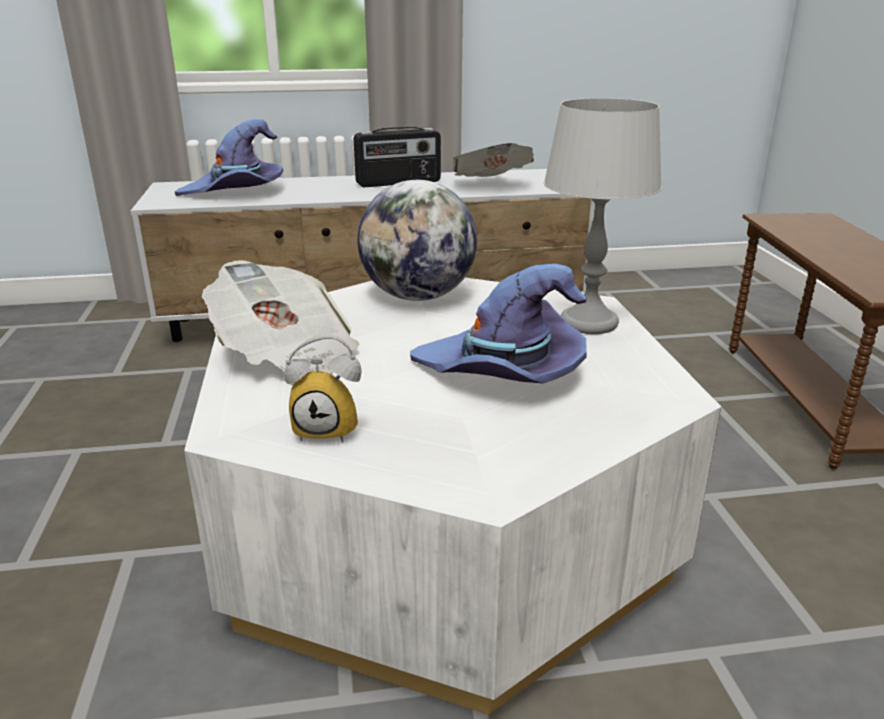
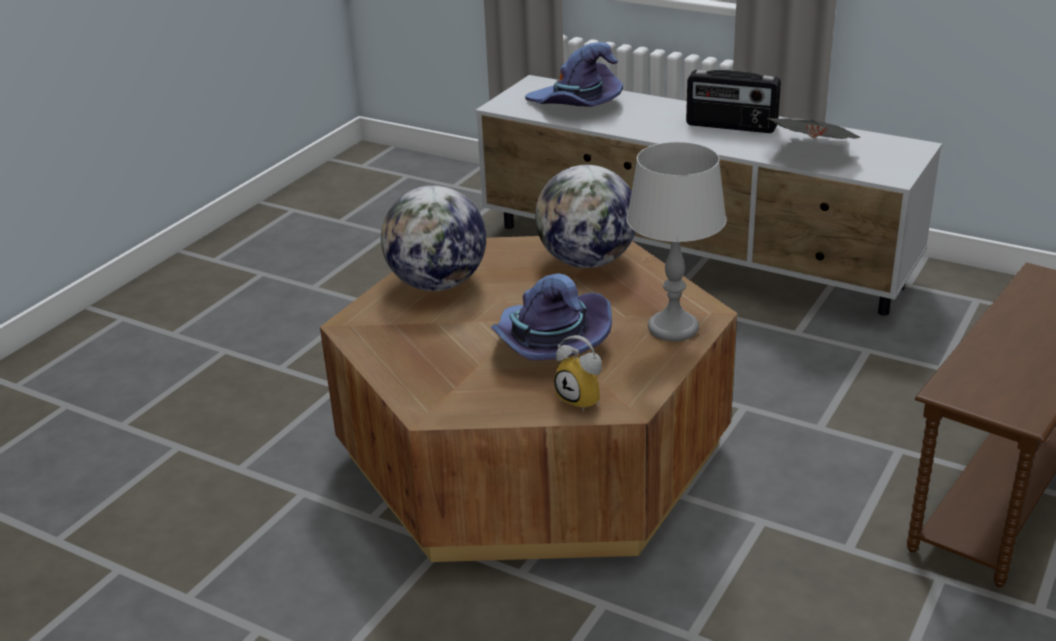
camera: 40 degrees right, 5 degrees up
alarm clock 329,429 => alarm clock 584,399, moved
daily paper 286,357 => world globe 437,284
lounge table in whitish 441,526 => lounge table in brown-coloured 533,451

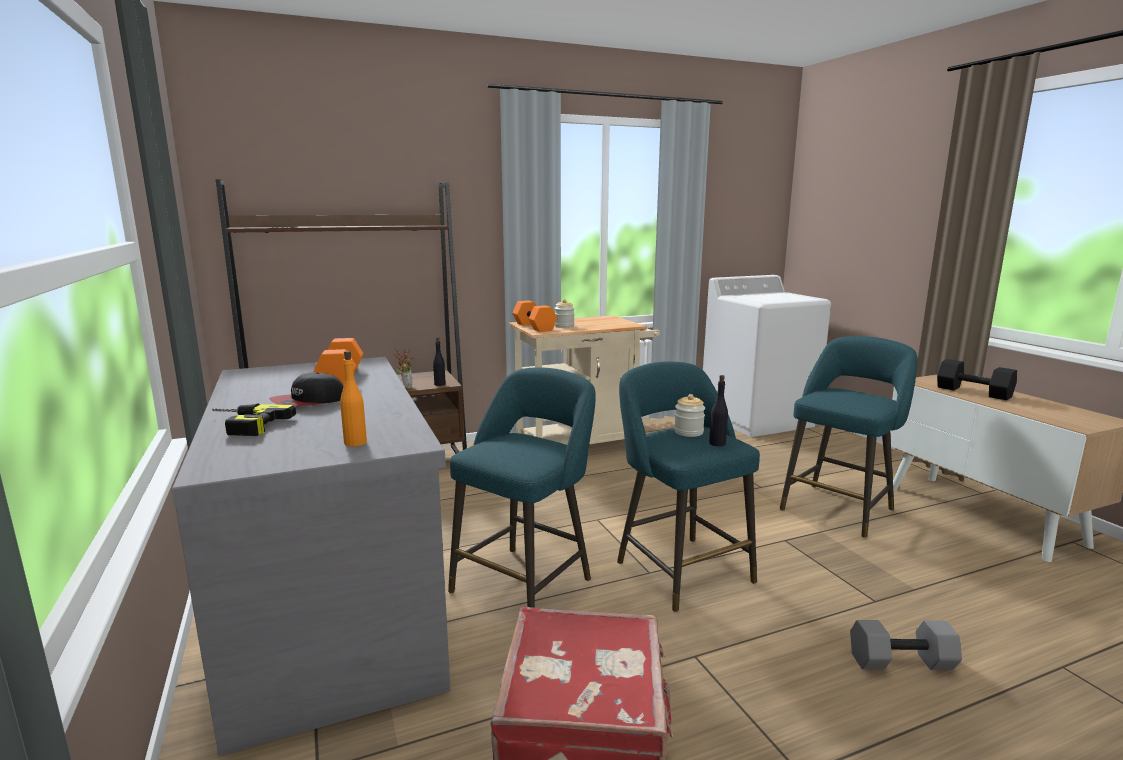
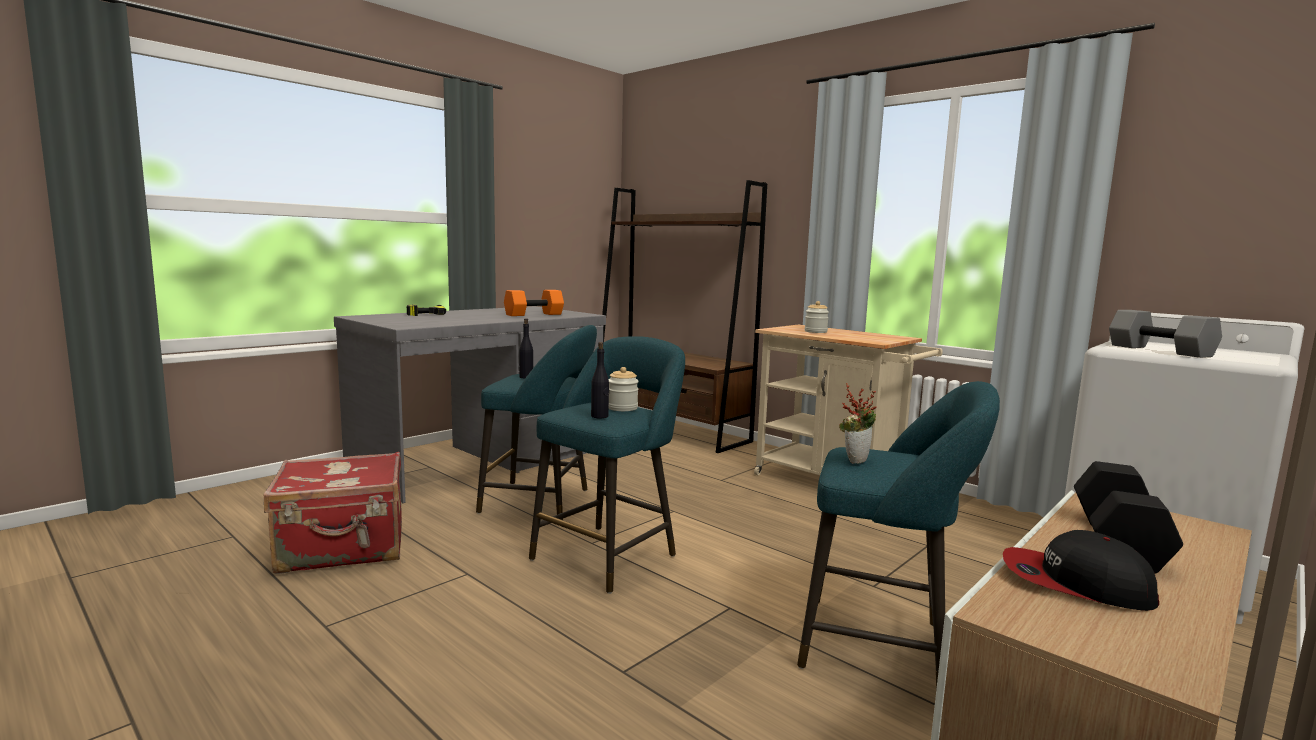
camera: 65 degrees right, 5 degrees down
beverage bottle in orange-coloured 355,442 => nothing
dumbbell in orange-coloured 533,327 => nothing
peaked cap 309,402 => peaked cap 1074,583, moved
houseplant 405,387 => houseplant 855,459, moved
beverage bottle in black 439,384 => beverage bottle in black 526,377, moved
dumbbell in grey 901,663 => dumbbell in grey 1158,350, moved

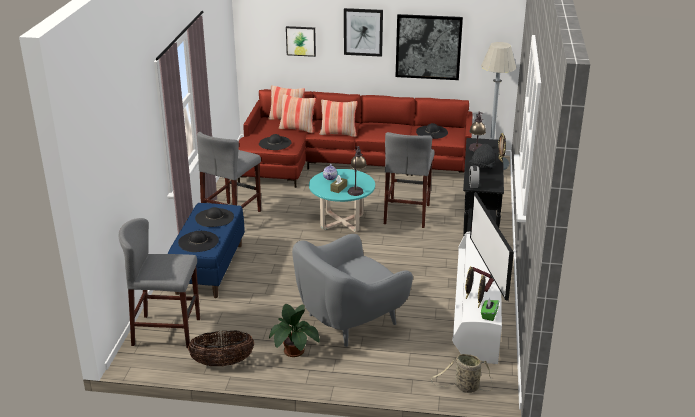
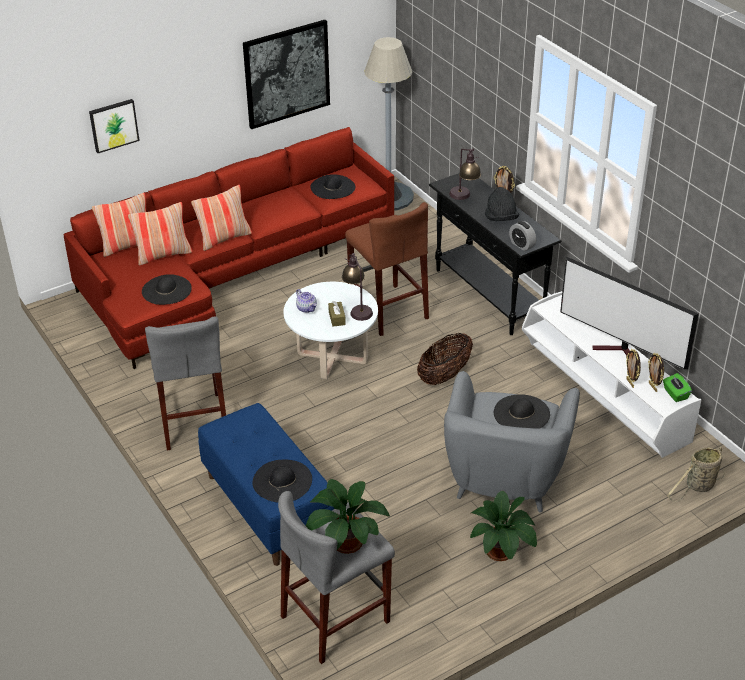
camera: 40 degrees left, 10 degrees up
wall picture 363,32 => nothing
nothing => houseplant 344,542
storage basket 222,363 => storage basket 444,375, moved
wearable hat in black 214,217 => wearable hat in black 521,413, moved
lounge table in turquoise-coloured 342,222 => lounge table in whitish 332,357
stool in grey 407,214 => stool in brown-coloured 388,309

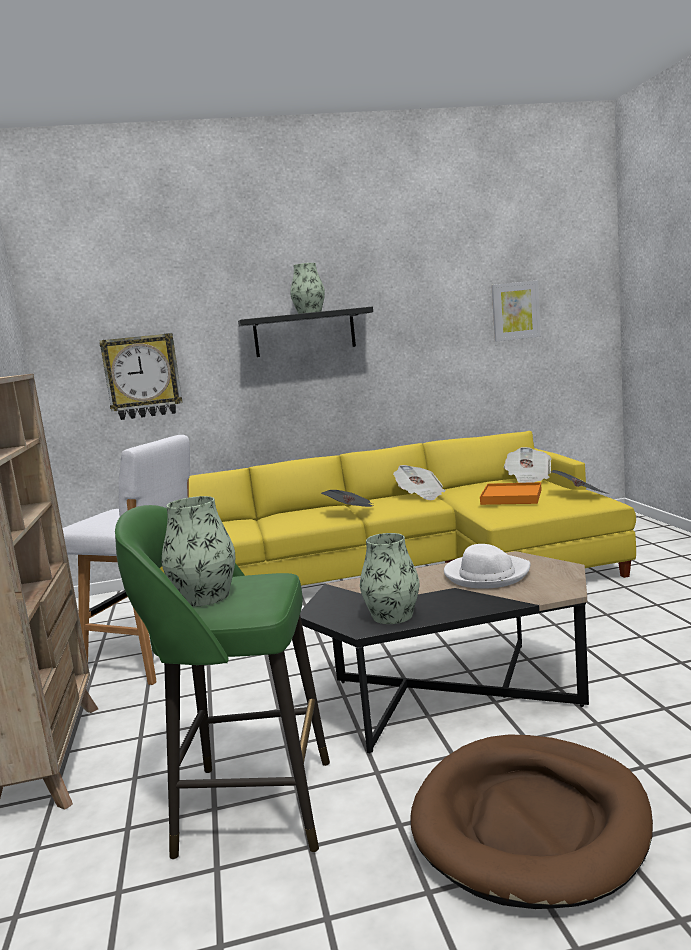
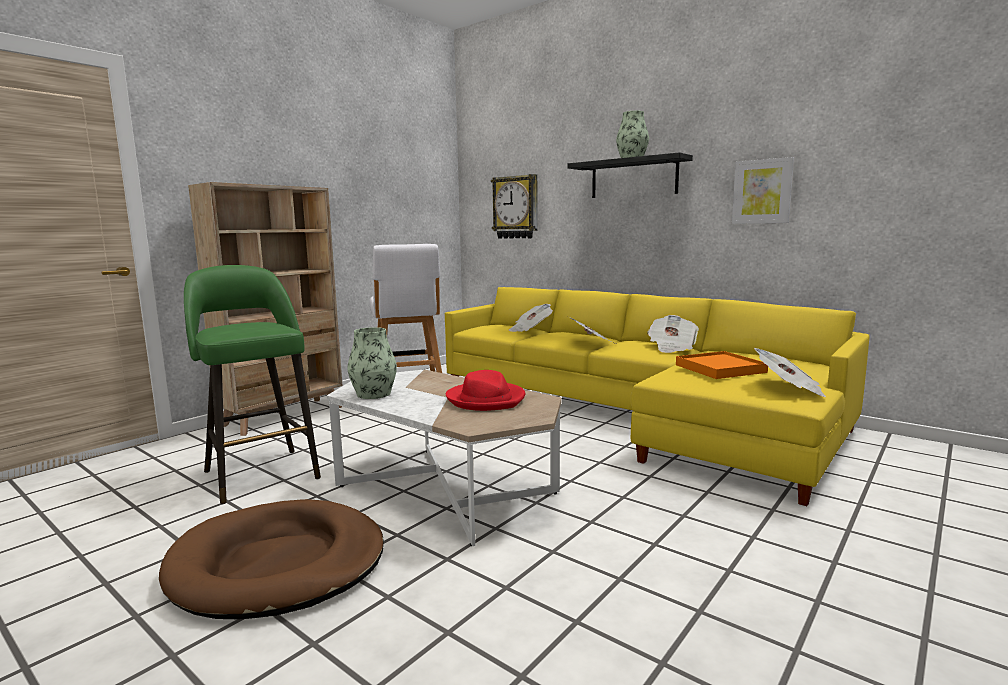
camera: 50 degrees right, 0 degrees up
vase 204,597 => nothing
wall picture 515,311 => wall picture 762,191, moved
daily paper 528,479 => daily paper 530,330, moved
lounge table in black 453,693 => lounge table in whitish 446,490
wearable hat in whitish 486,574 => wearable hat in red-coloured 486,399

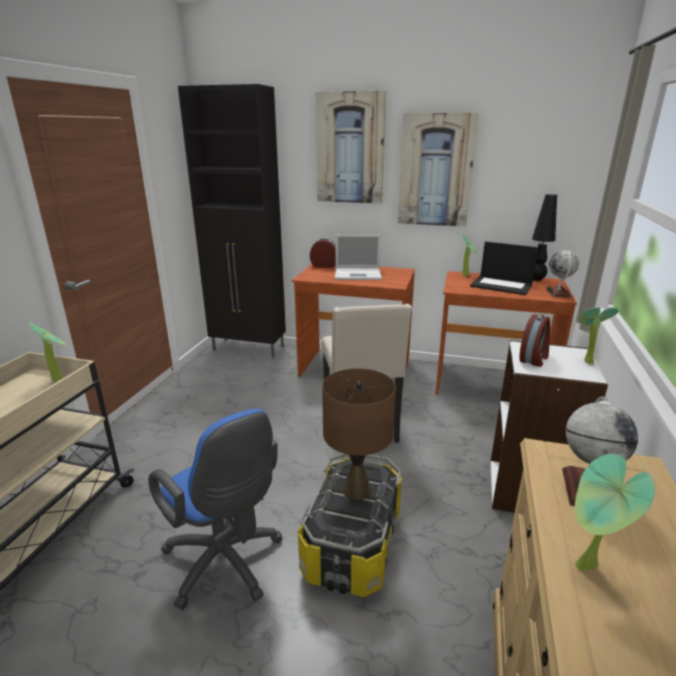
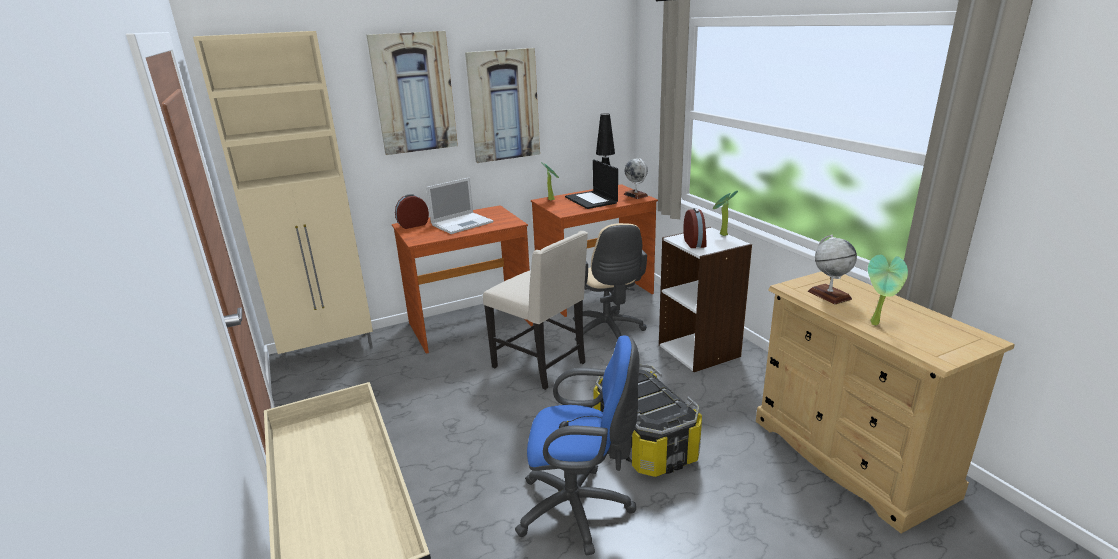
camera: 40 degrees left, 0 degrees up
houseplant 59,378 => nothing
lamp for a table in brown-coloured 357,489 => nothing
nothing => office chair in sand-coloured 608,332
cabinet in black 249,348 => cabinet in sand-coloured 330,351
portable computer 502,285 => portable computer 592,200, 75 degrees clockwise

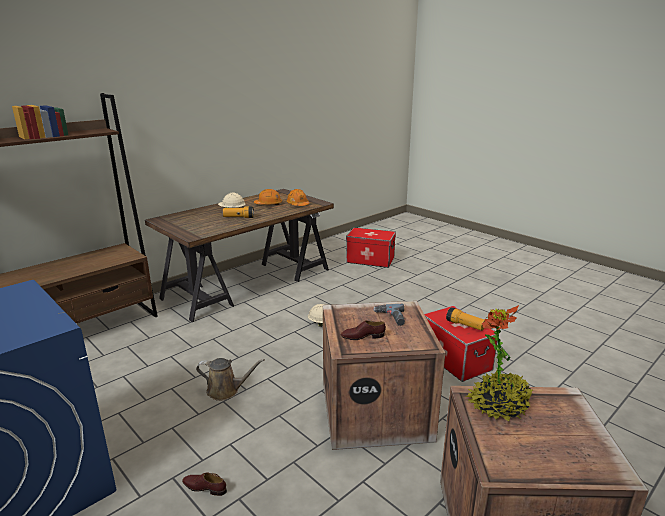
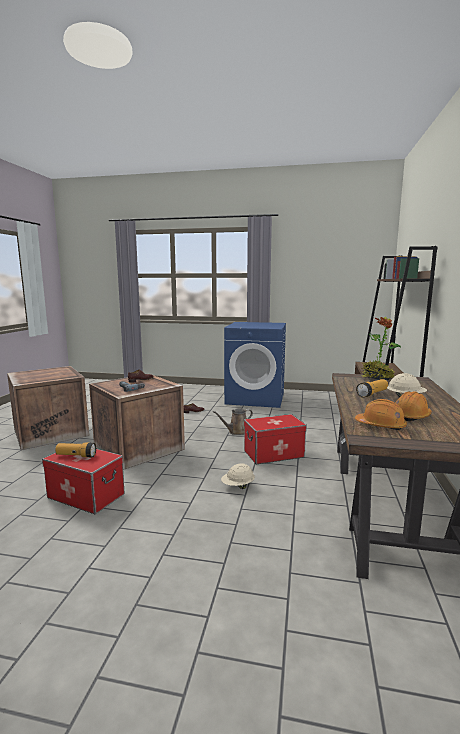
camera: 145 degrees right, 10 degrees down
storage box 370,260 => storage box 273,454, moved
houseplant 498,405 => houseplant 377,378, moved

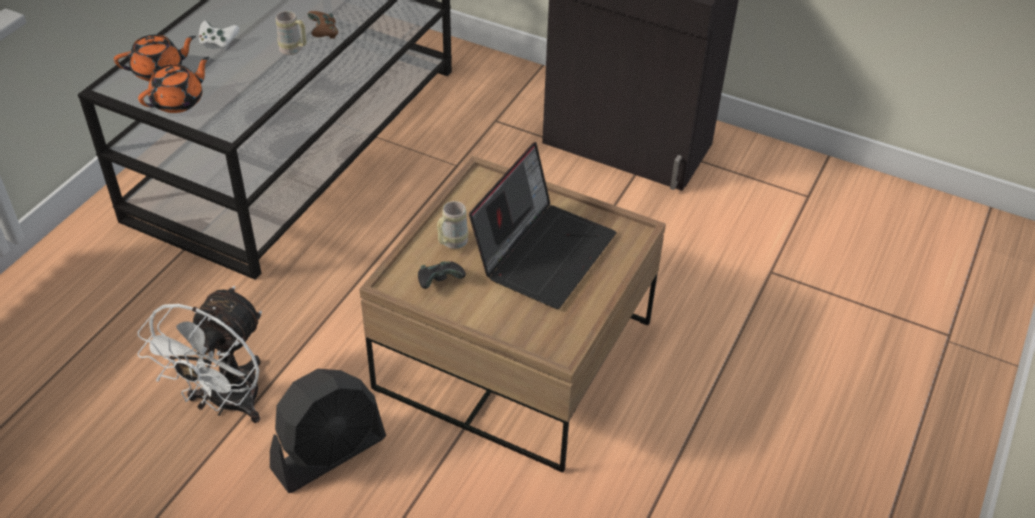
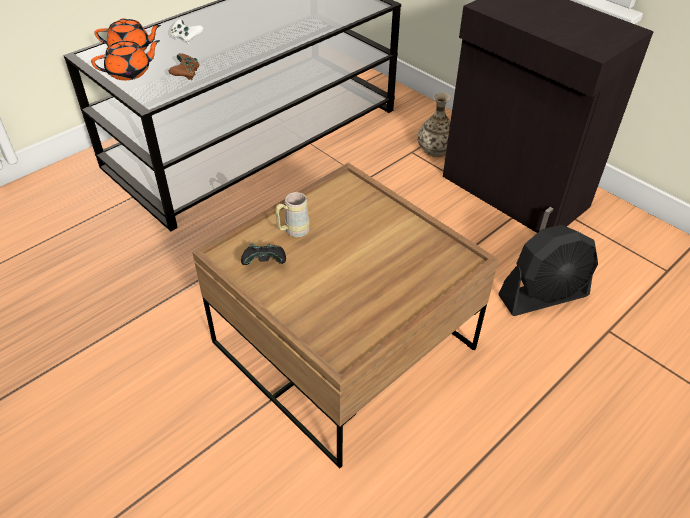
camera: 20 degrees right, 0 degrees up
cooling fan in whitish 227,404 => nothing
tea mug in sand-coloured 294,50 => nothing
portable computer 543,252 => nothing
nothing => vase 435,148
cooling fan in black 329,453 => cooling fan in black 543,296, moved
gamepad in brown-coloured 324,33 => gamepad in brown-coloured 186,75, moved

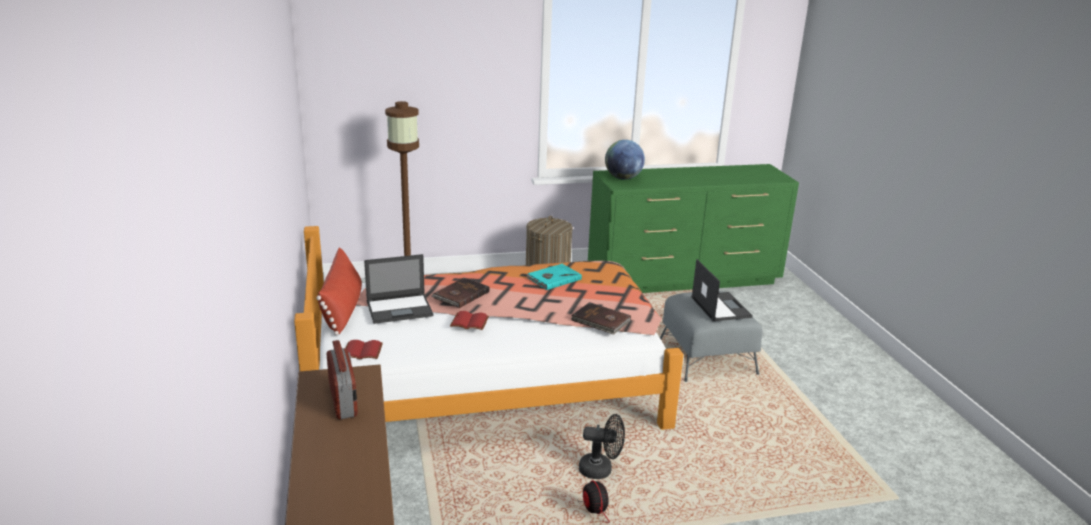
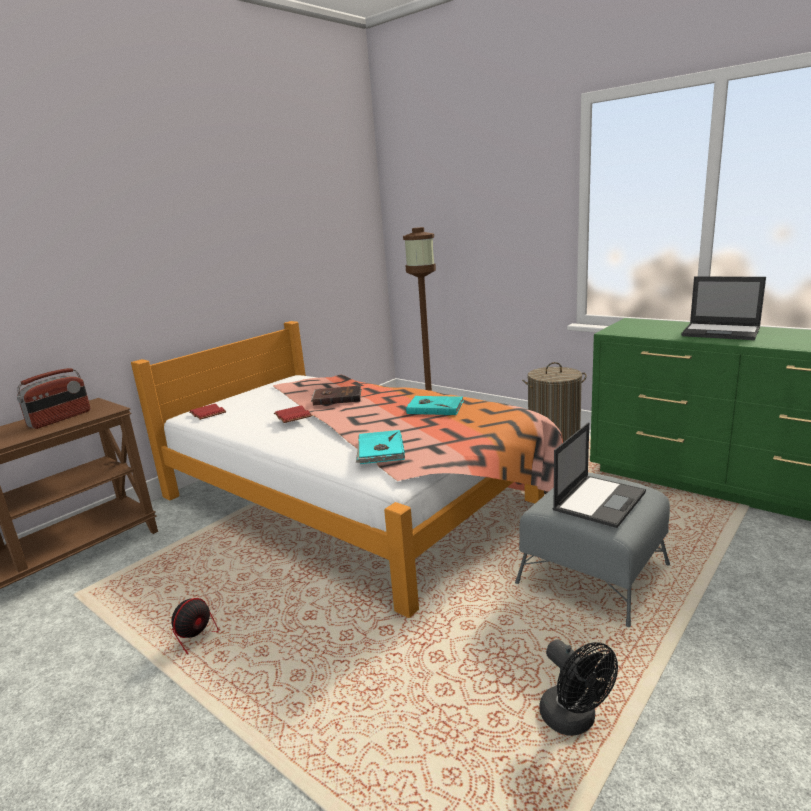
camera: 55 degrees right, 5 degrees down
cushion in red-coloured 342,310 => nothing
world globe 623,178 => nothing
portable computer 400,309 => portable computer 721,332, moved
cooling fan in black 601,470 => cooling fan in black 574,721, moved
volume in brown-coloured 601,321 => volume in turquoise-coloured 379,450

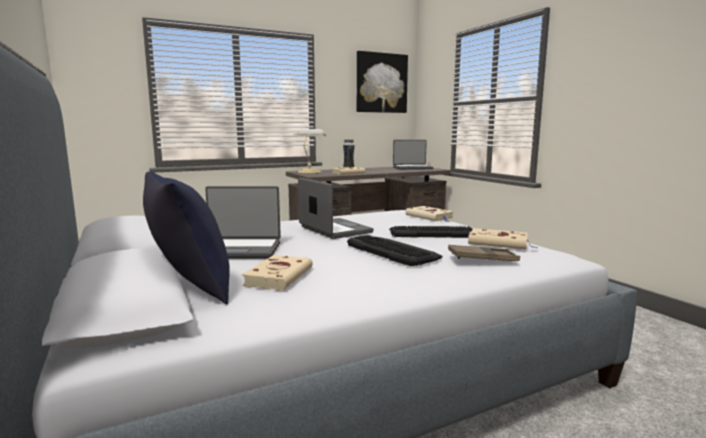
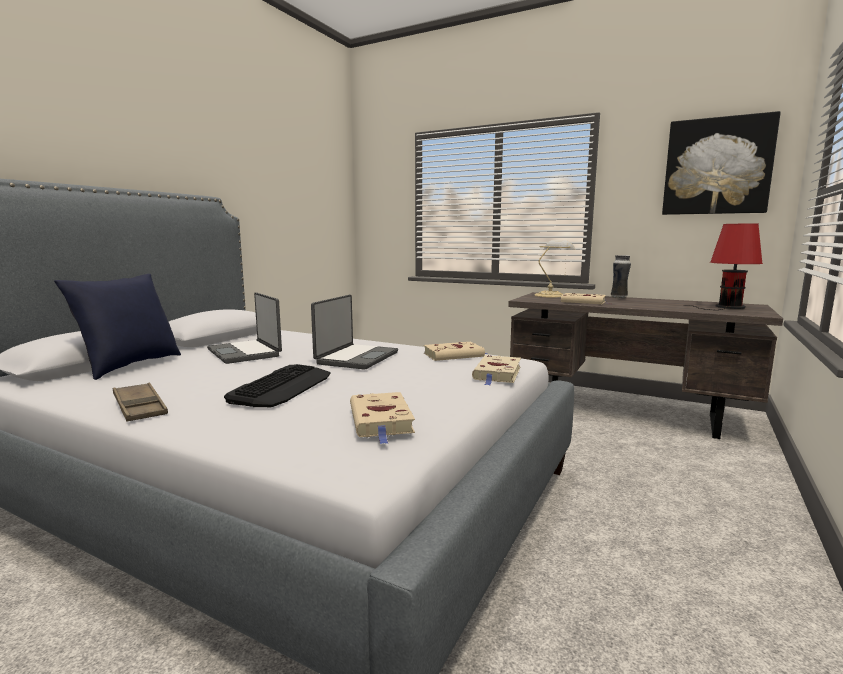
camera: 55 degrees right, 0 degrees up
computer keyboard 432,233 => nothing
volume in sand-coloured 279,276 => volume in sand-coloured 455,355, moved
serving tray in brown-coloured 482,258 => serving tray in brown-coloured 140,407, moved
portable computer 412,168 => lamp for a table in red-coloured 727,307

